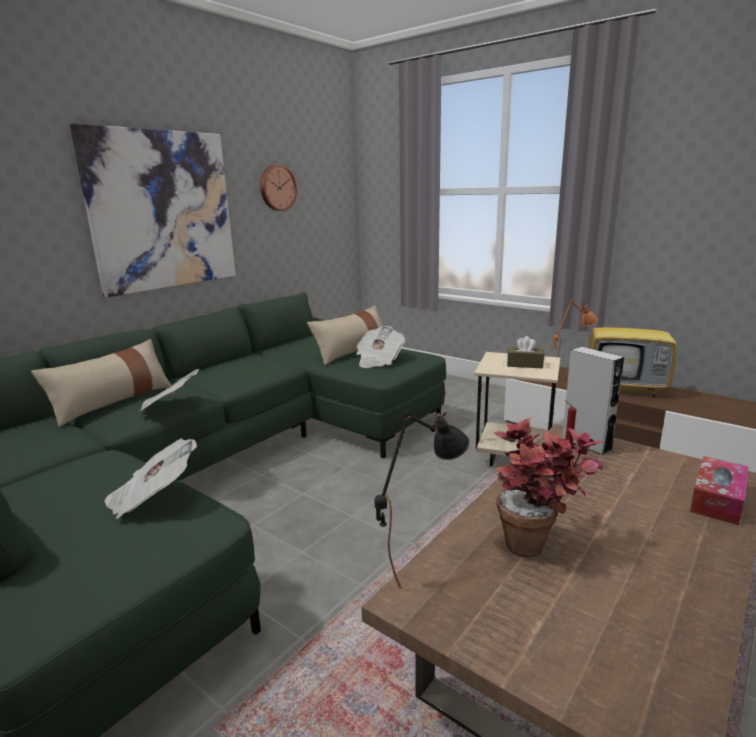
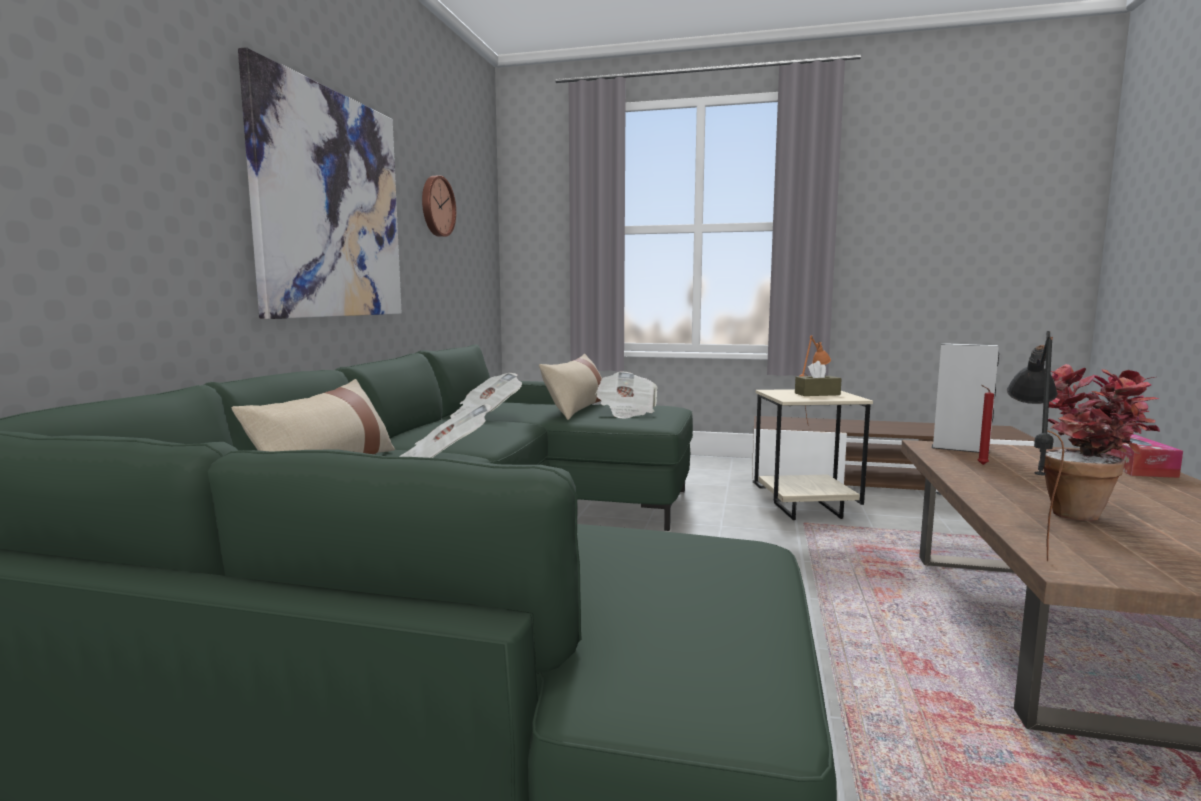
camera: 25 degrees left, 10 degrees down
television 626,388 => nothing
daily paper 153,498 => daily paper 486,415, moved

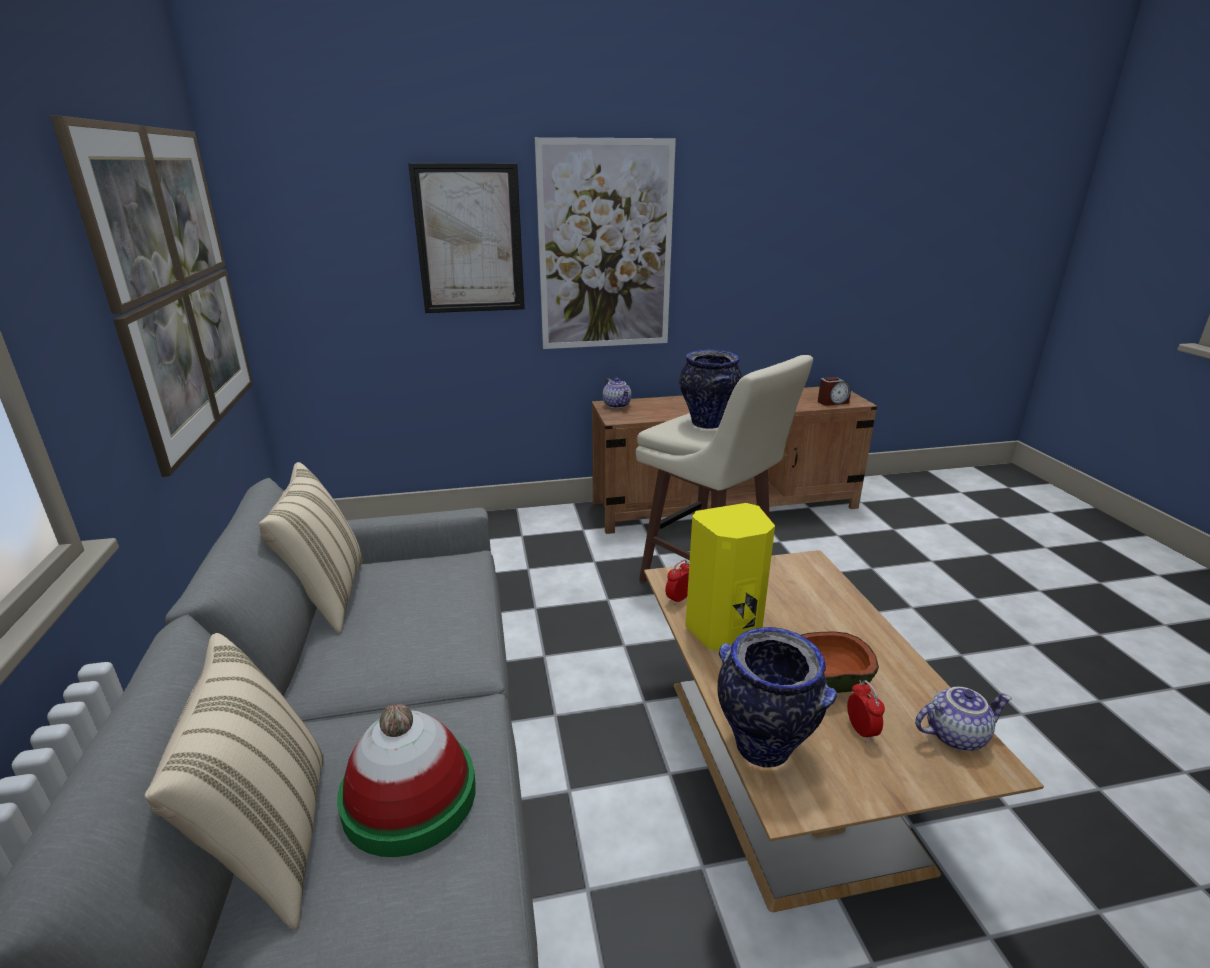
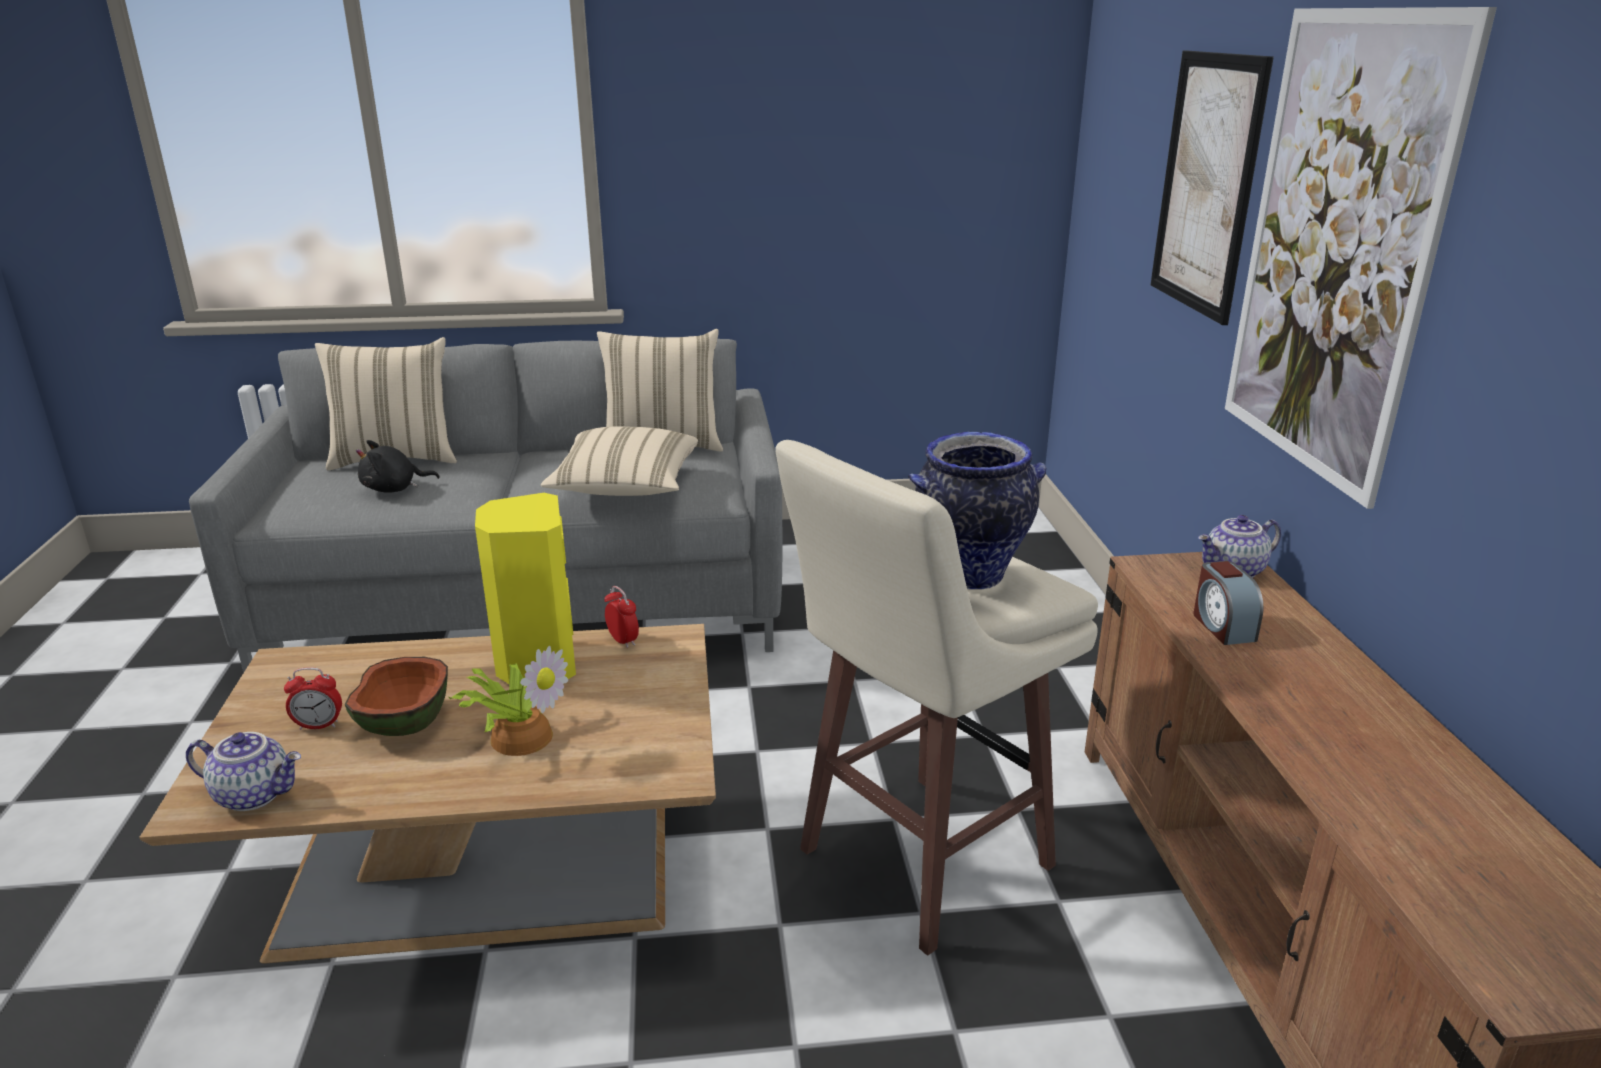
camera: 95 degrees right, 0 degrees up
wall picture 174,287 => nothing
vase 764,748 => nothing
nothing => houseplant 521,735
nothing => cushion in sand-coloured 625,488
alarm clock 832,402 => alarm clock 1222,626, moved
wearable hat 409,796 => plush toy in black 394,489
pot for tea 955,734 => pot for tea 255,794, 75 degrees counterclockwise

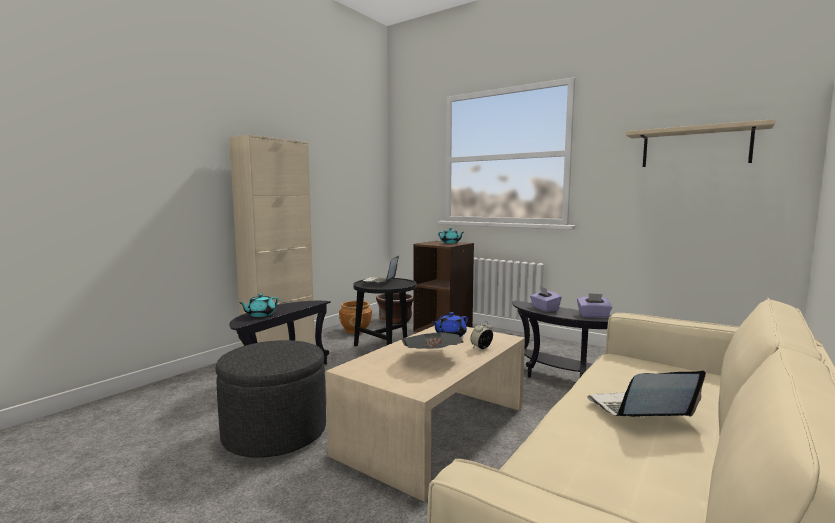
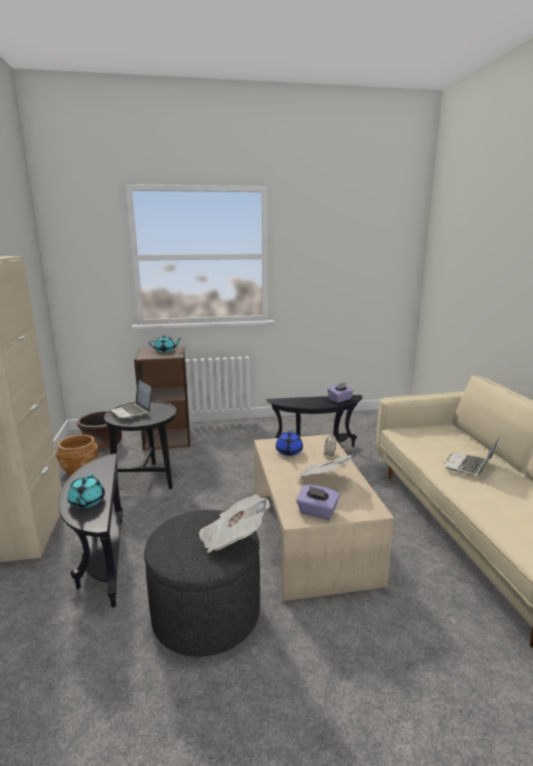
camera: 45 degrees left, 10 degrees up
wall shelf in sand-coloured 695,147 => nothing
nothing => daily paper 232,538
tissue holder in purplish 544,309 => tissue holder in purplish 317,512, moved

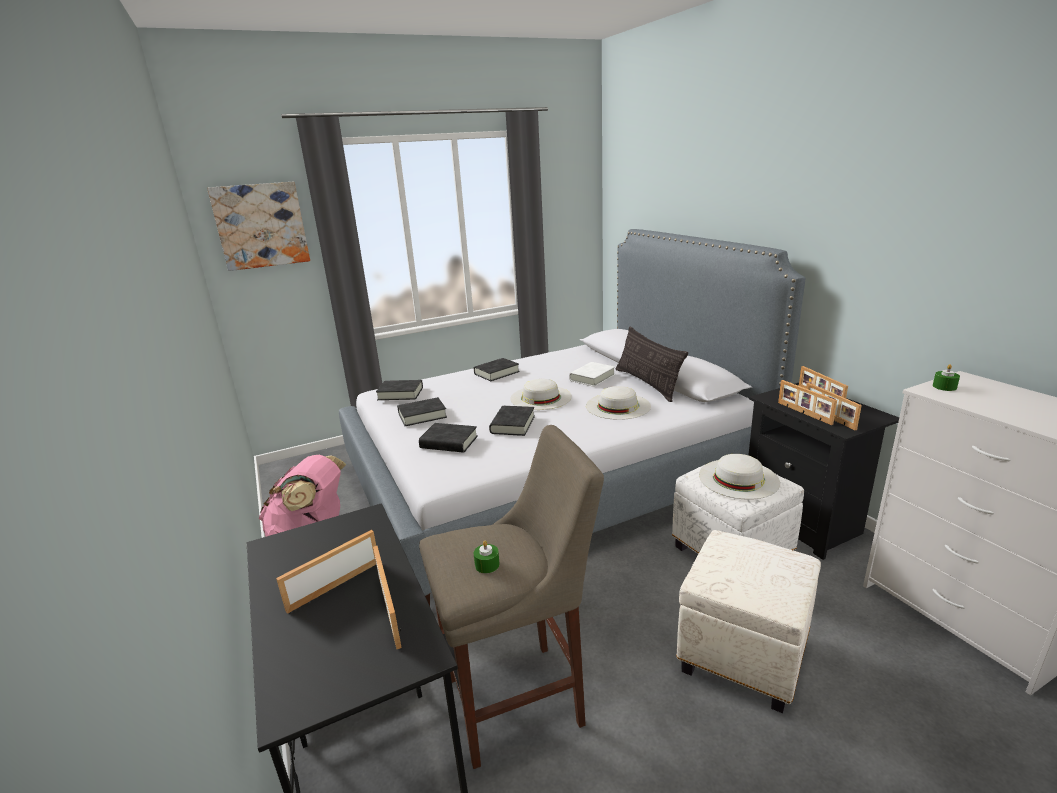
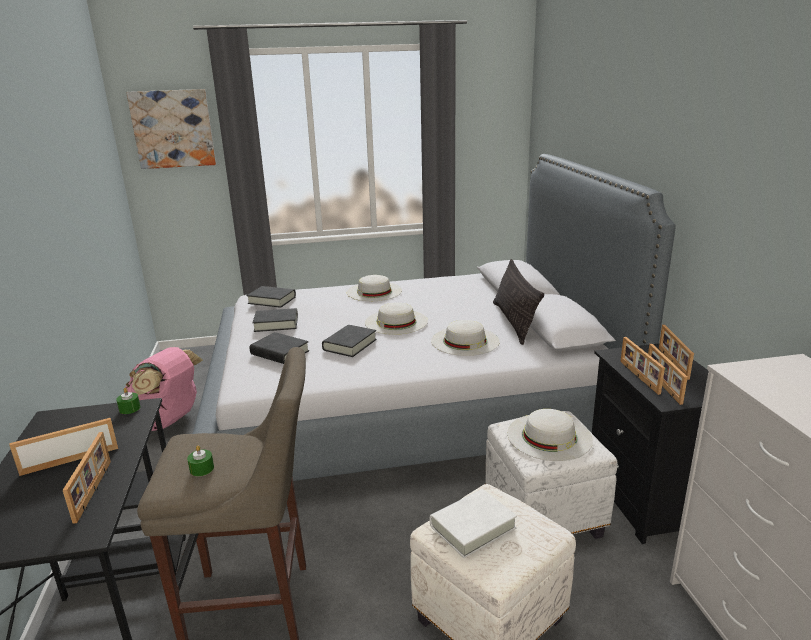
camera: 15 degrees right, 0 degrees up
volume in whitish 592,378 => volume in whitish 472,527, moved
candle in green 944,387 => candle in green 129,408, moved
volume in black 496,373 => wearable hat in whitish 374,291

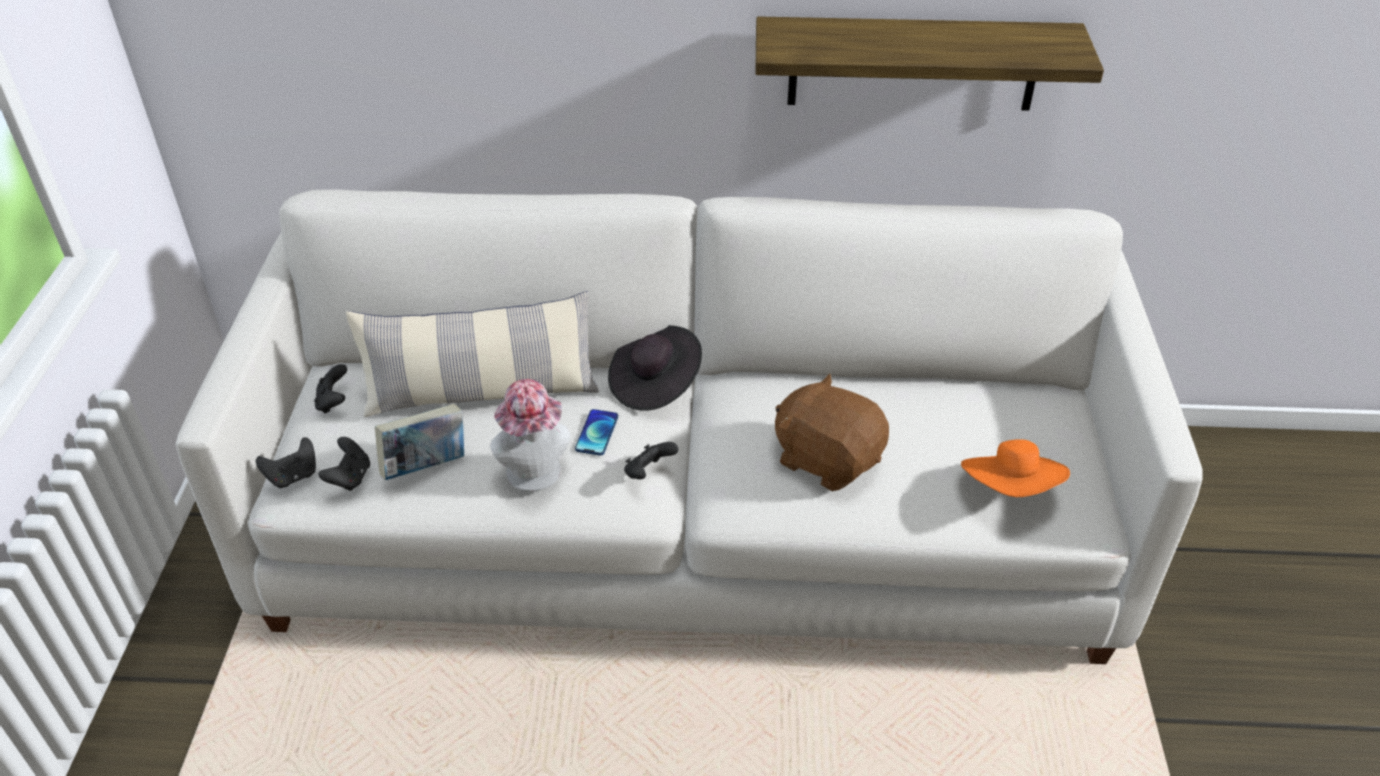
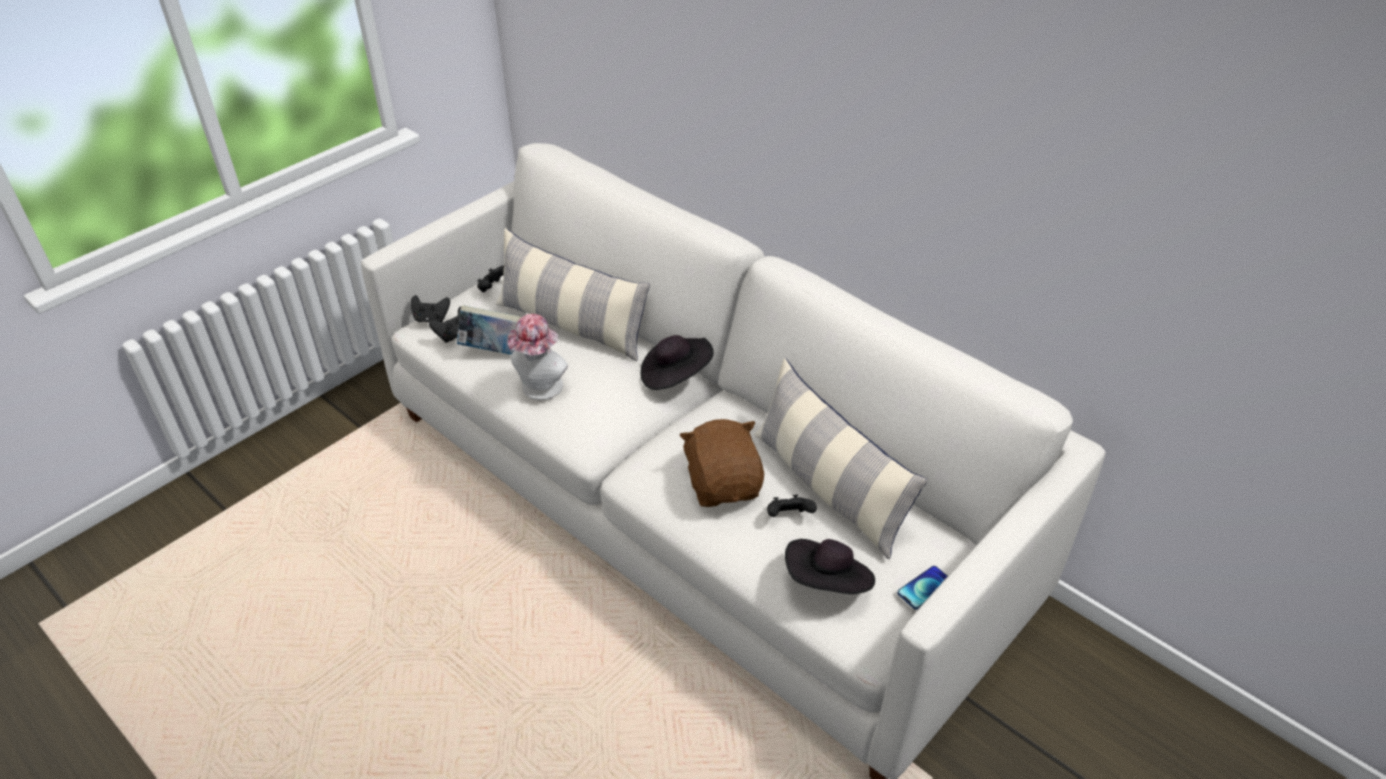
camera: 40 degrees right, 0 degrees up
wall shelf 913,63 => nothing
nothing => cushion 828,488
telephone 597,433 => telephone 924,588, moved
gamepad in black 648,473 => gamepad in black 789,516, moved
wearable hat in orange-coloured 1011,489 => wearable hat in black 828,583

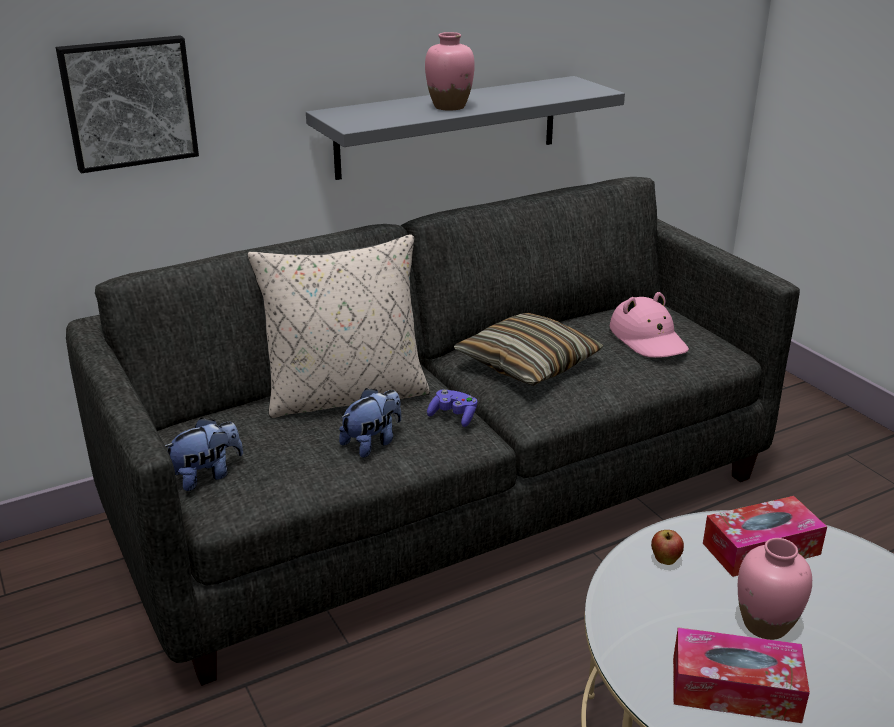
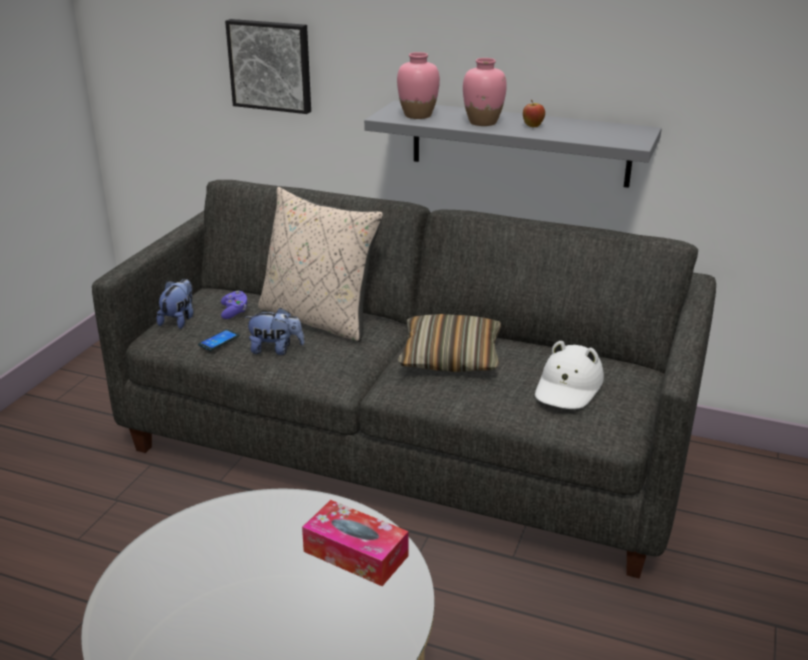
camera: 50 degrees right, 0 degrees up
tissue holder 735,689 => nothing
nothing => telephone 219,340
gamepad in purplish 453,416 => gamepad in purplish 234,312, moved
apple 665,561 => apple 532,126, moved
vase in pink 765,625 => vase in pink 417,115, moved
wearable hat in pink 648,339 => wearable hat in whitish 568,387
plush toy 207,475 => plush toy 179,320, 90 degrees counterclockwise

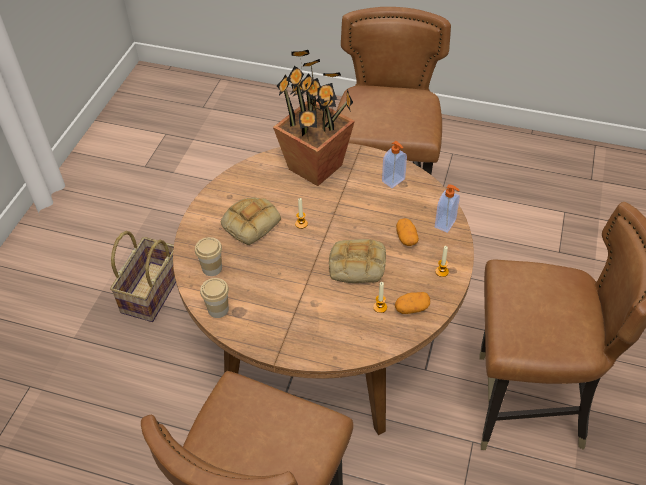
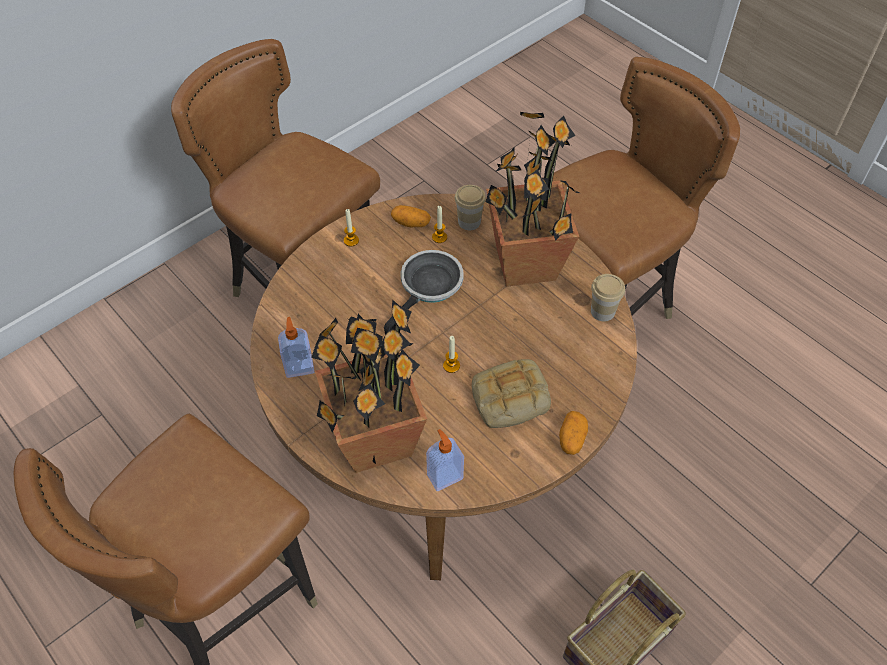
camera: 150 degrees left, 5 degrees up
nothing => houseplant 524,264
cup 212,268 => cup 469,222, moved
potato 406,238 => potato 571,439, moved
soap bottle 446,224 => soap bottle 444,476, moved
bakery bread 356,265 => frying pan 429,287

